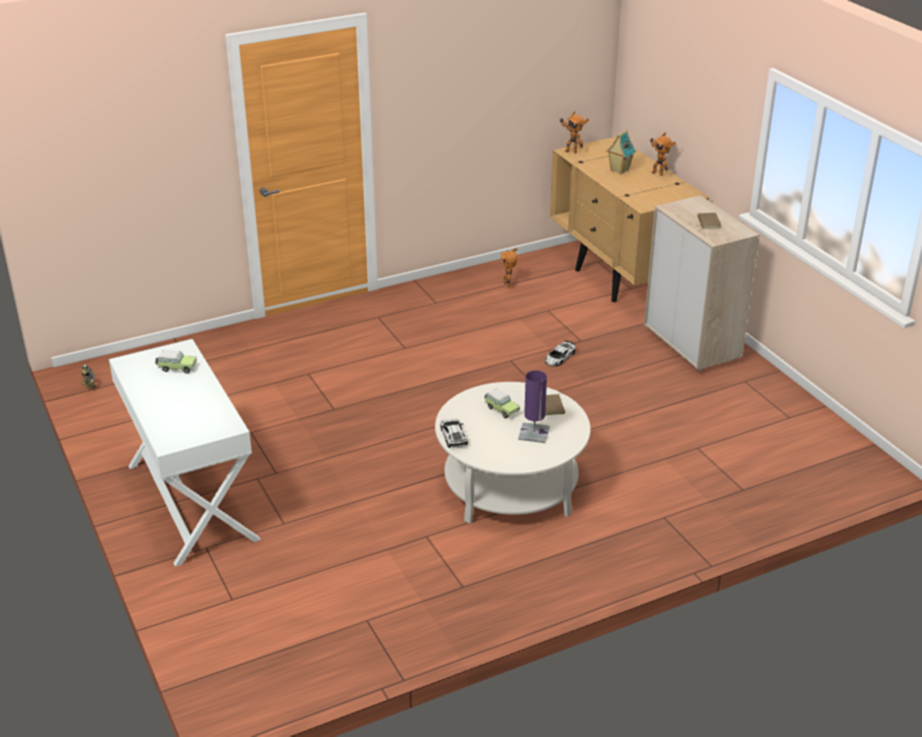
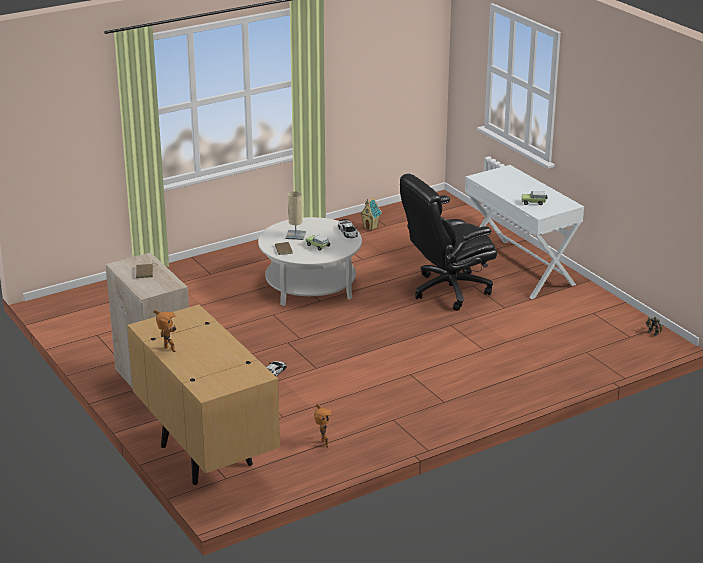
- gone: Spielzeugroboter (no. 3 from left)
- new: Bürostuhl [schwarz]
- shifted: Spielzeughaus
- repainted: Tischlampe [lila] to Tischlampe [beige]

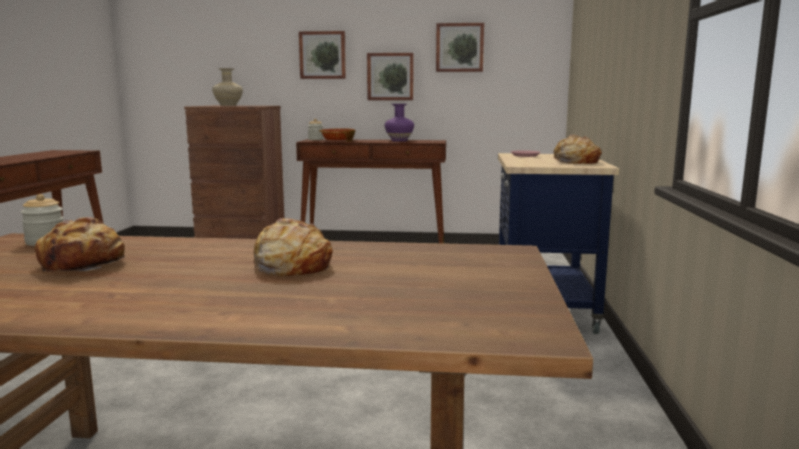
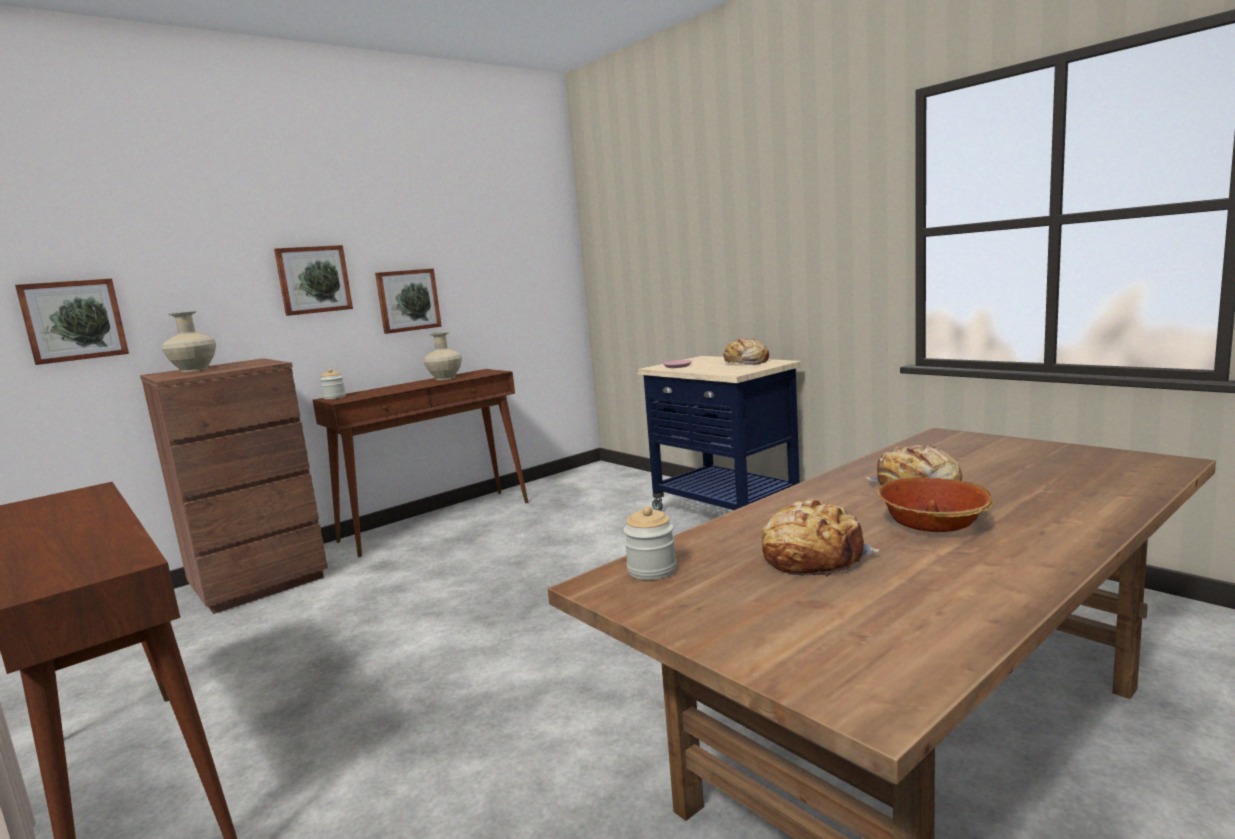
- shifted: Schüssel
- shifted: Bild (no. 3 from left in the first image) to Bild (no. 1 from left)
- repainted: Vase [lila] to Vase [beige] (no. 2 from left)

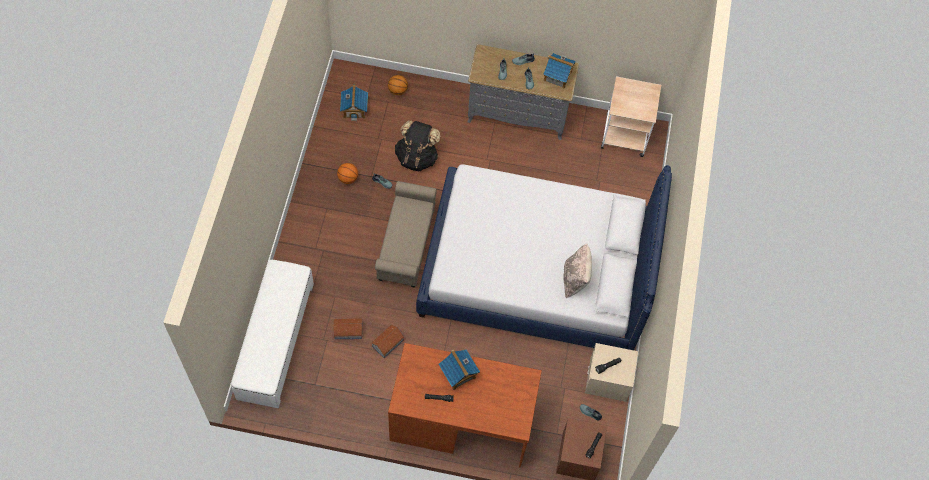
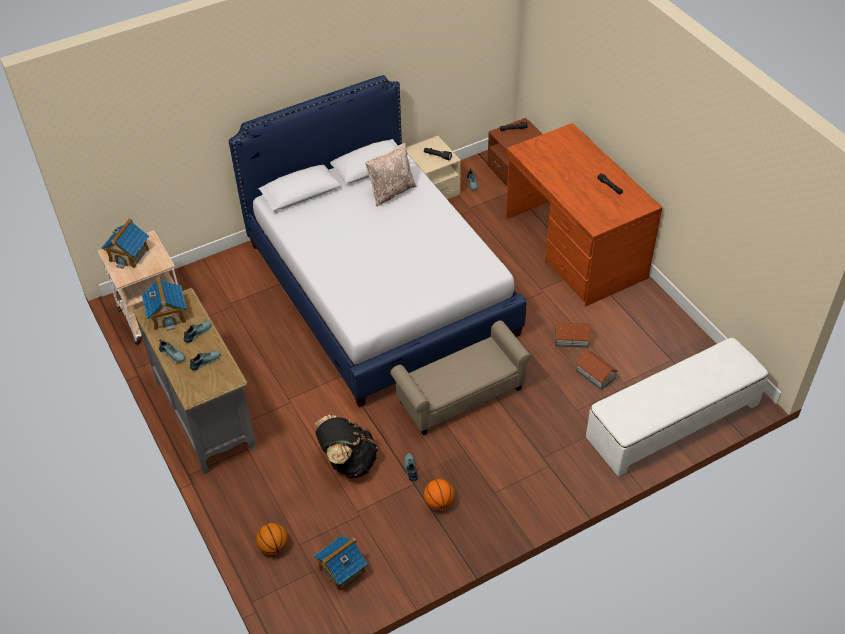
- shifted: Spielzeughaus (no. 4 from left in the first image) to Spielzeughaus (no. 1 from left)

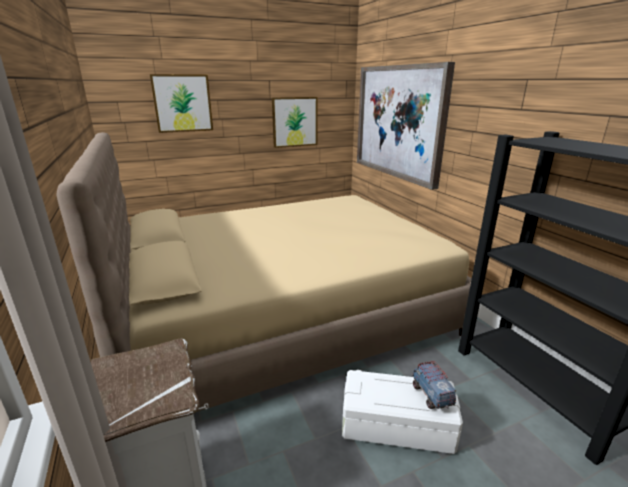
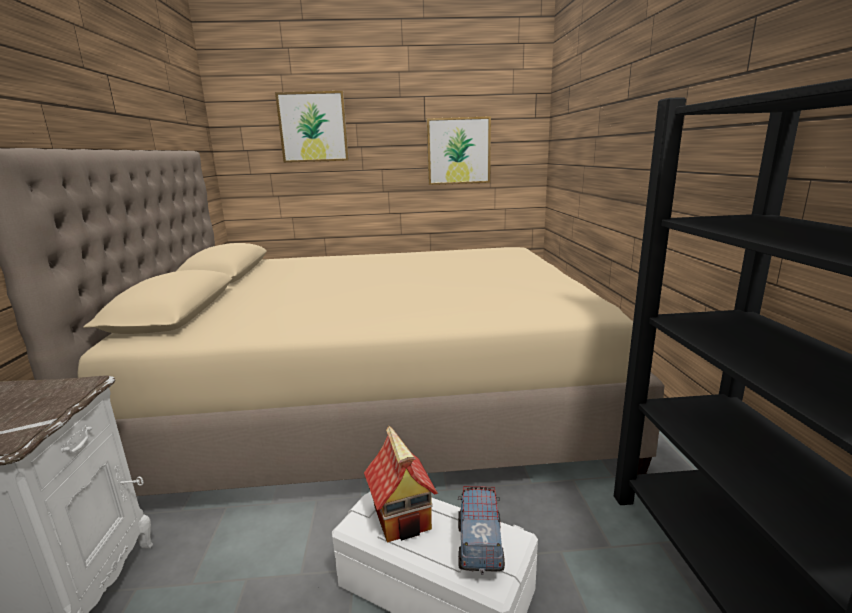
- gone: Bild (no. 3 from left)
- new: Spielzeughaus

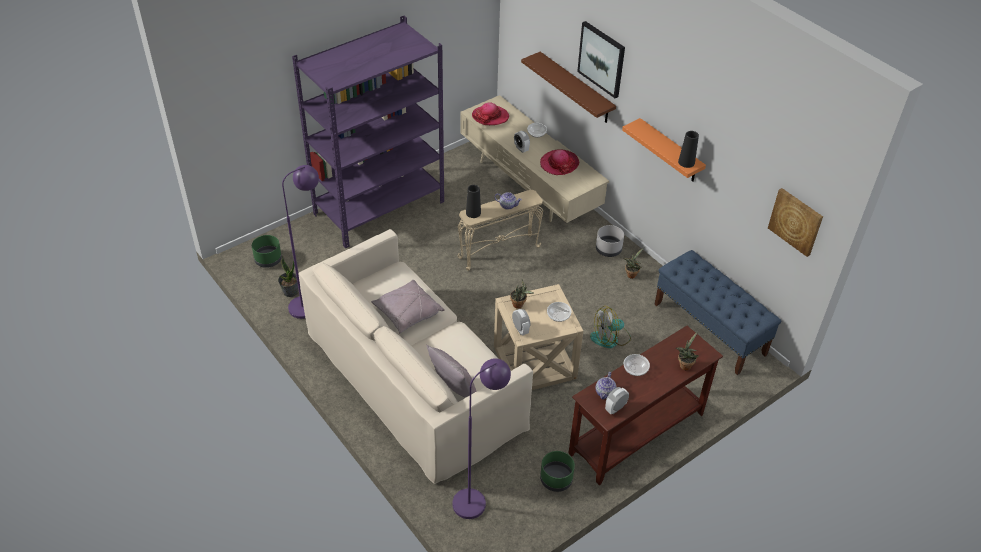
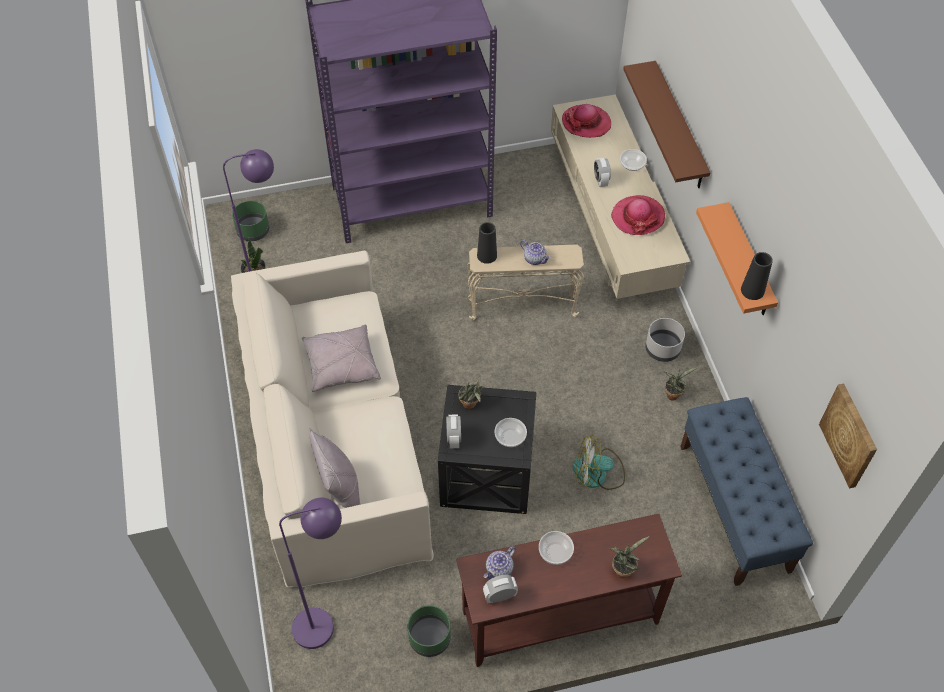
- gone: Bild (no. 1 from left)
- repainted: Beistelltisch [beige] (no. 2 from left) to Beistelltisch [schwarz]

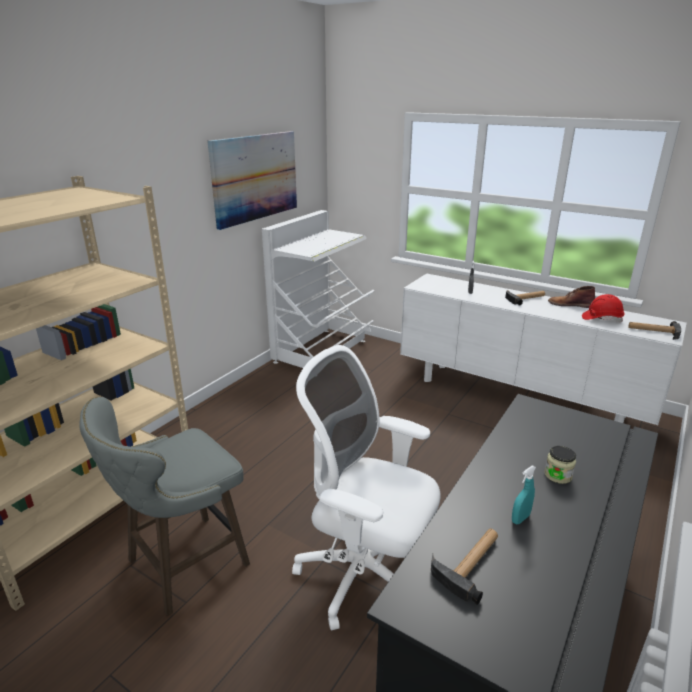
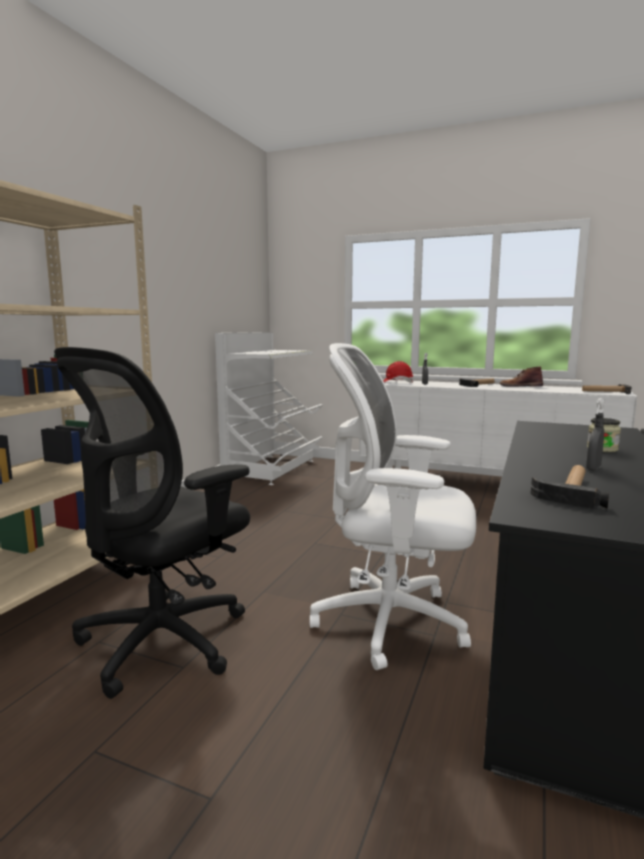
- gone: Bild
- shifted: Schutzhelm [rot]
- swapped: Hocker [grau] to Bürostuhl [schwarz]
- repainted: Sprühflasche [türkis] to Sprühflasche [grau] (no. 2 from left)

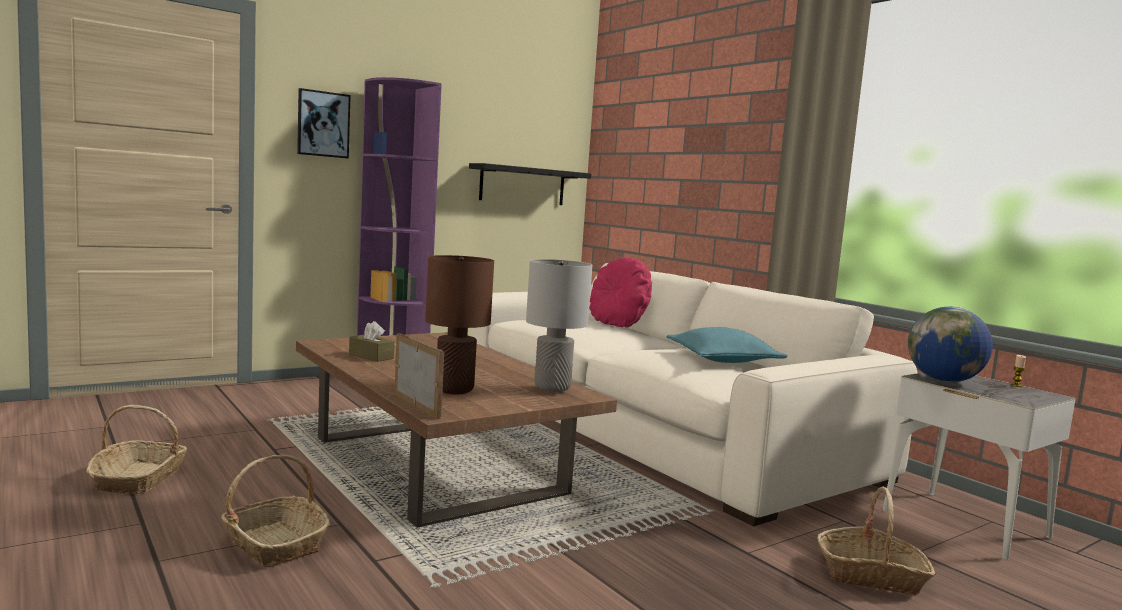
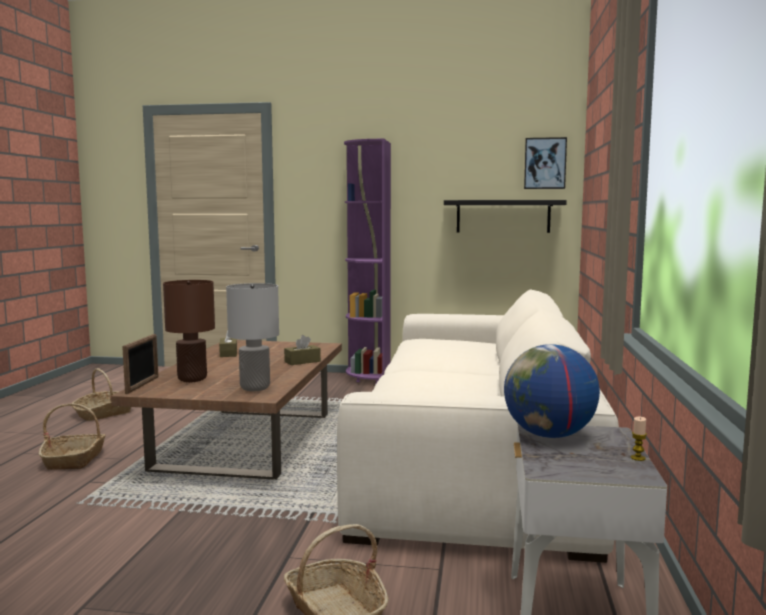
- gone: Kissen [rosa]
- gone: Kissen [türkis]
- new: Taschentuchbox [braun] (no. 2 from left)
- shifted: Bild

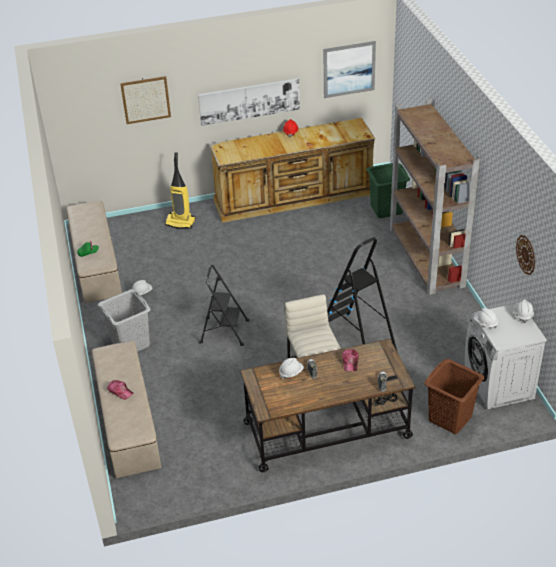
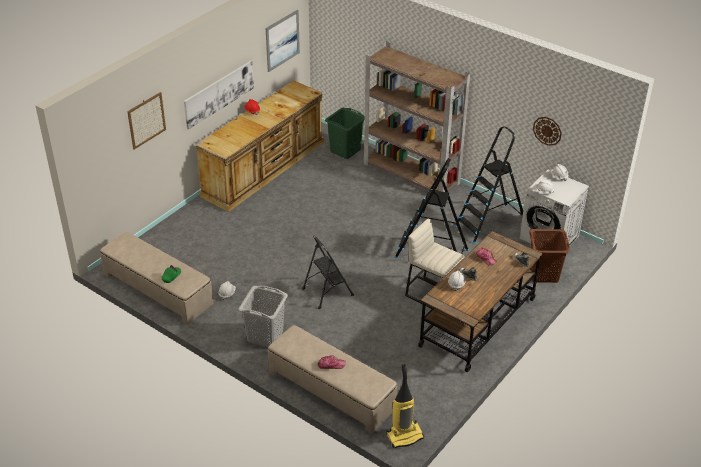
- new: Trittleiter [schwarz] (no. 3 from left)
- shifted: Staubsauger

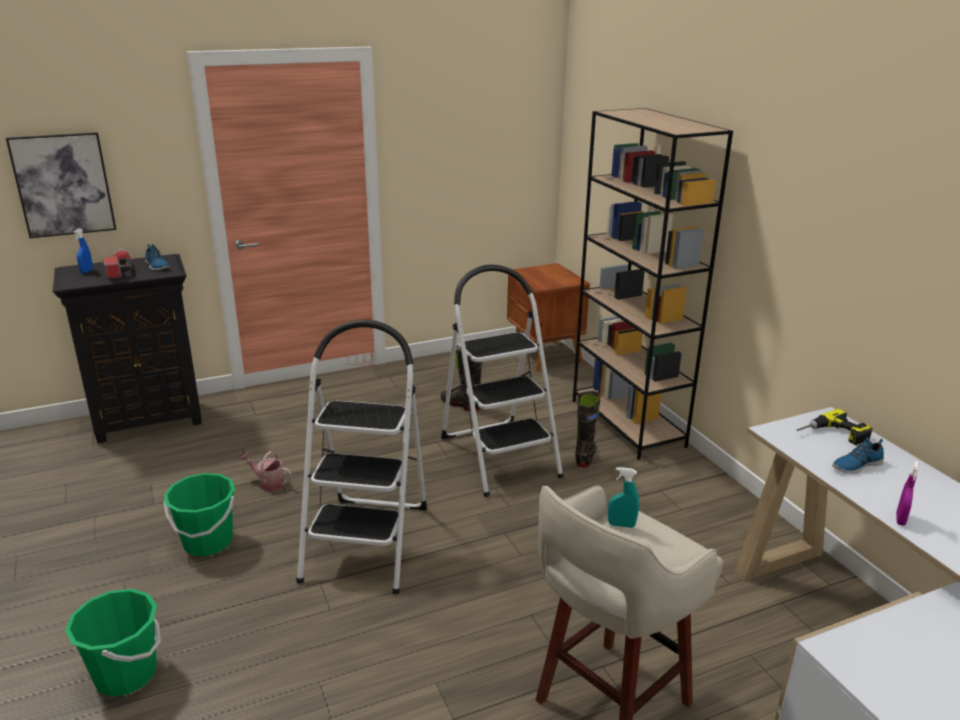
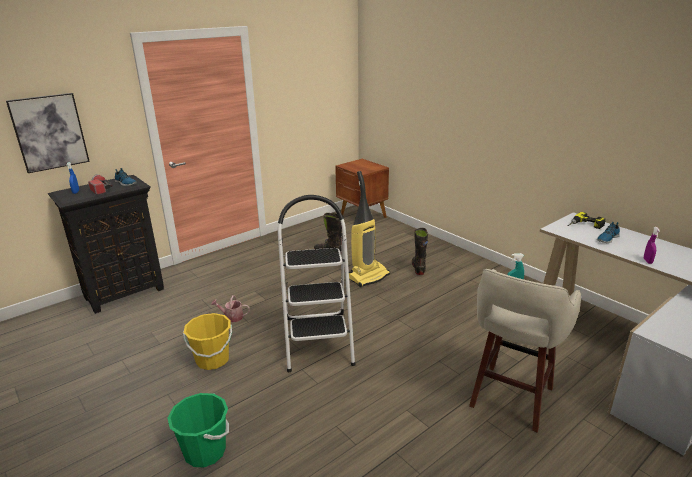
- gone: Bücherregal [beige]
- swapped: Trittleiter (no. 2 from left) to Staubsauger
- repainted: Eimer [grün] (no. 2 from left) to Eimer [gelb]

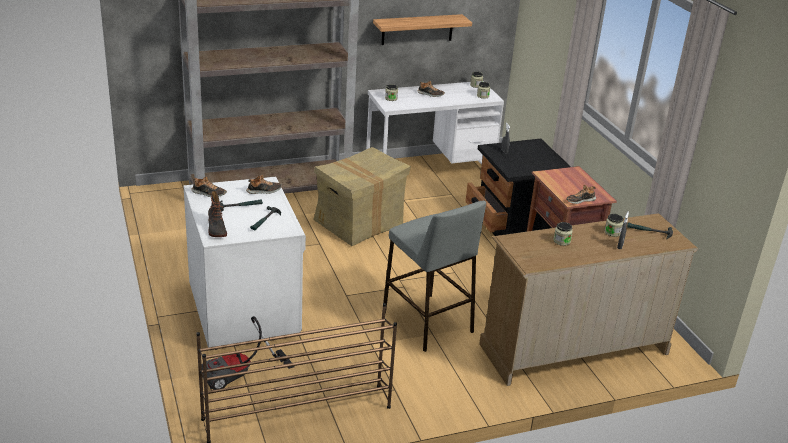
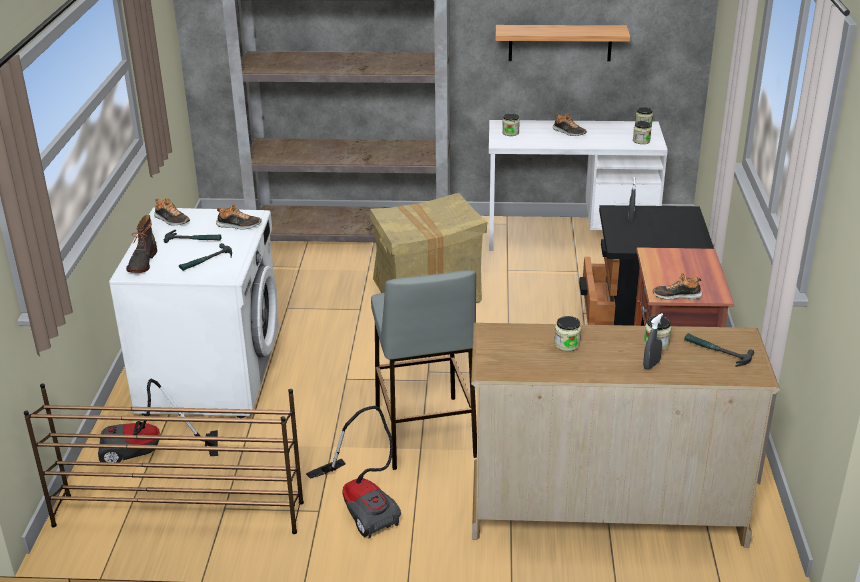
- new: Staubsauger (no. 2 from left)

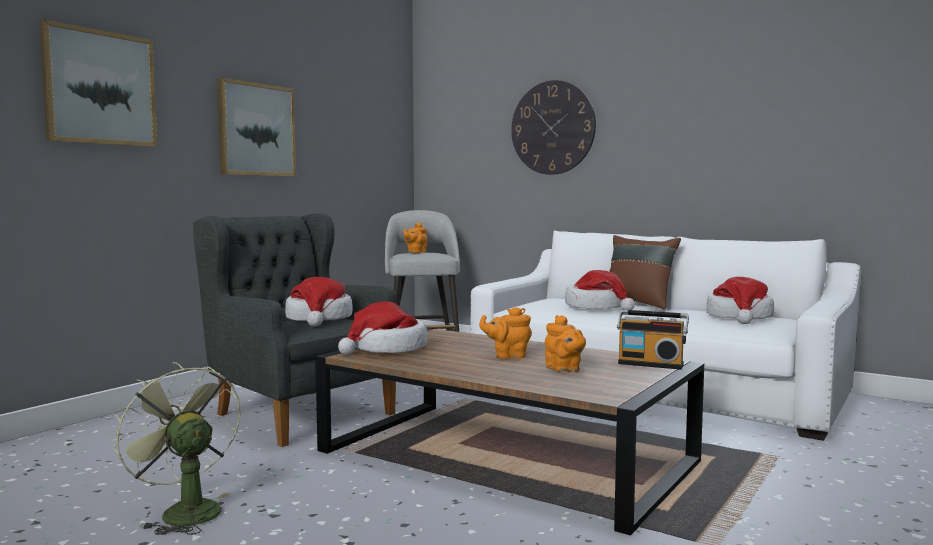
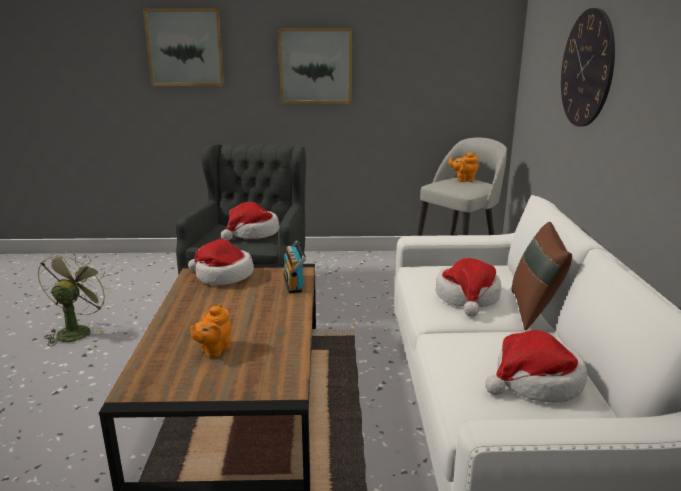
- gone: Teekanne [orange] (no. 2 from left)
- shifted: Radio

